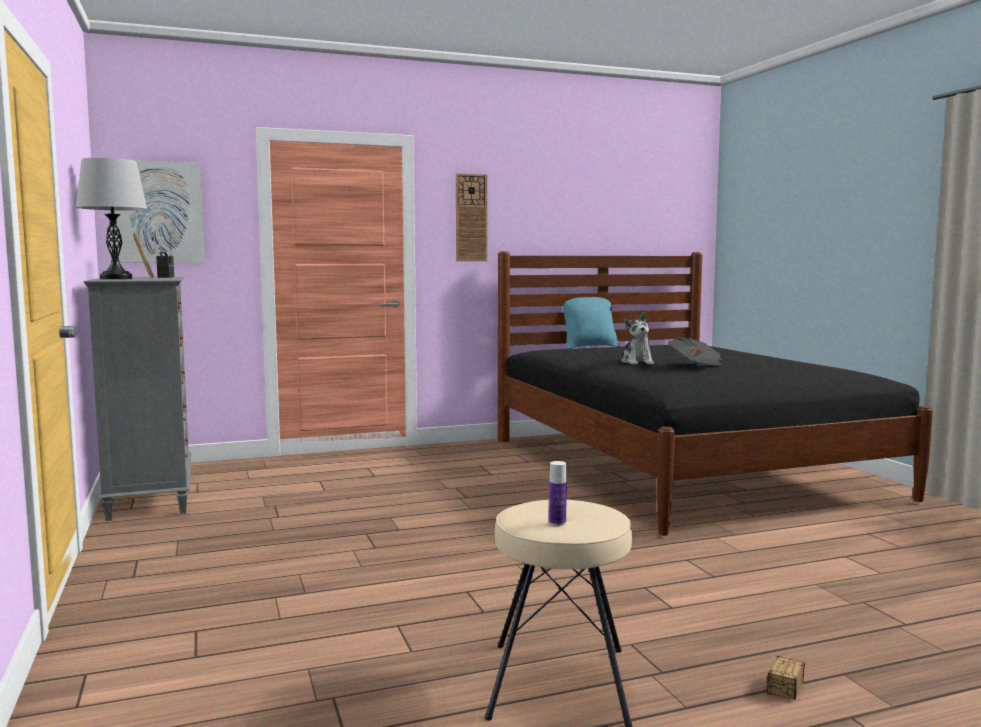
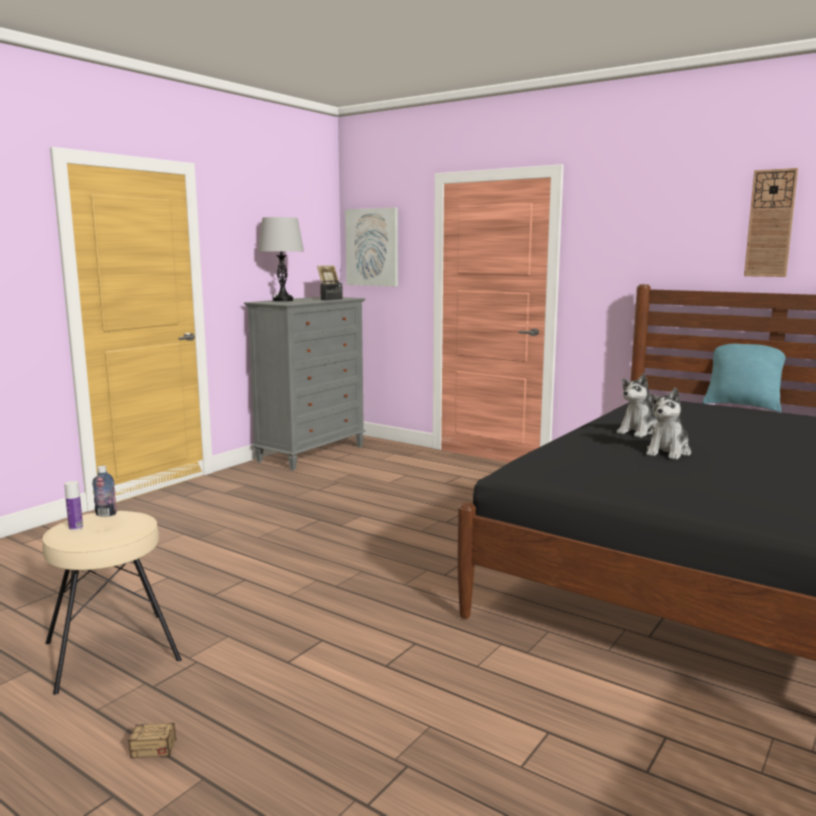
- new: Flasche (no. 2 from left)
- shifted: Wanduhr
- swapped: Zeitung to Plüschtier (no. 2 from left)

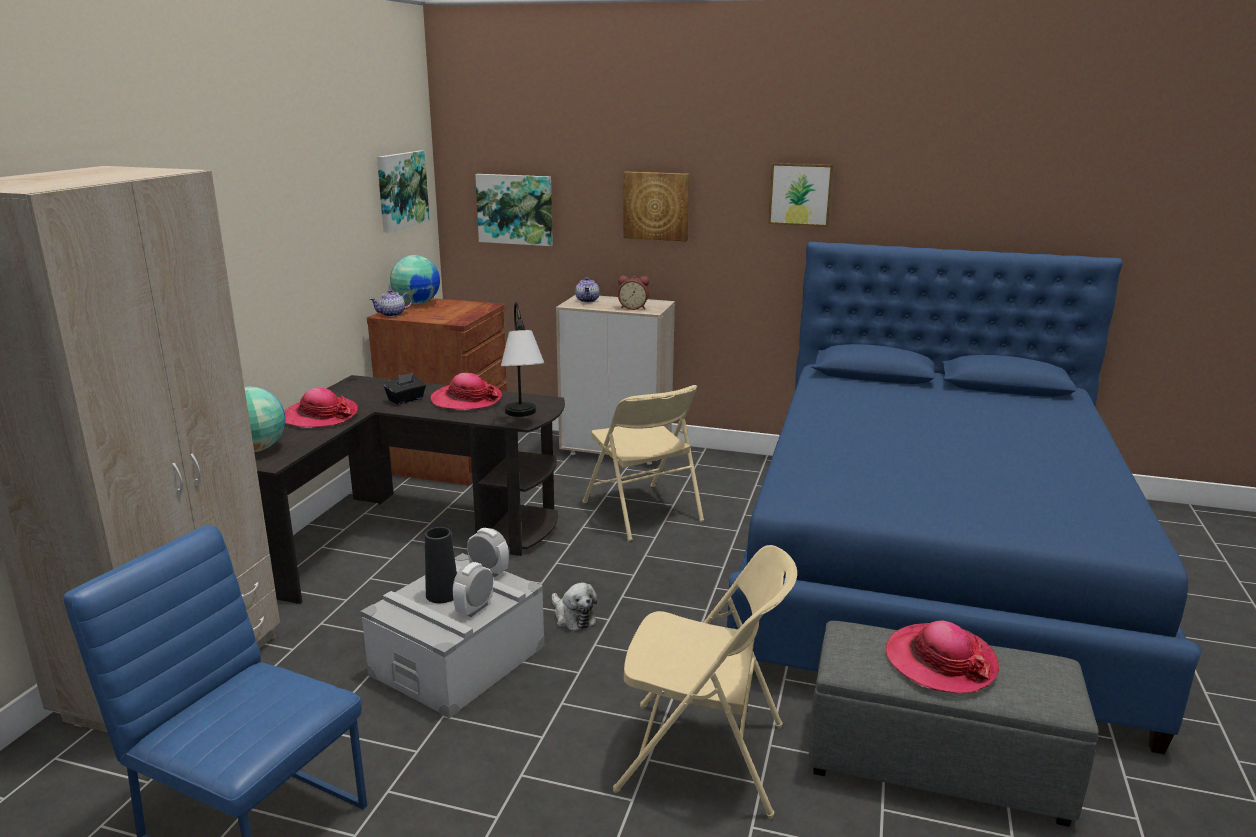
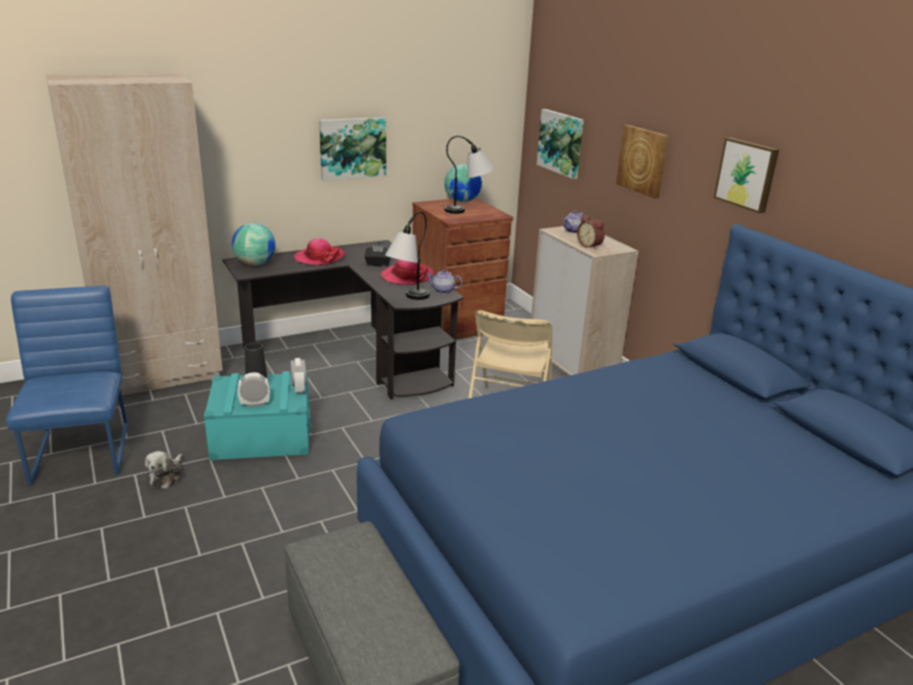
- gone: Stuhl [beige] (no. 2 from left)
- gone: Hut (no. 3 from left)
- new: Tischlampe (no. 2 from left)
- shifted: Teekanne (no. 1 from left)
- shifted: Bild (no. 1 from left)
- shifted: Plüschtier
- repainted: Aufbewahrungsbox [grau] to Aufbewahrungsbox [türkis]

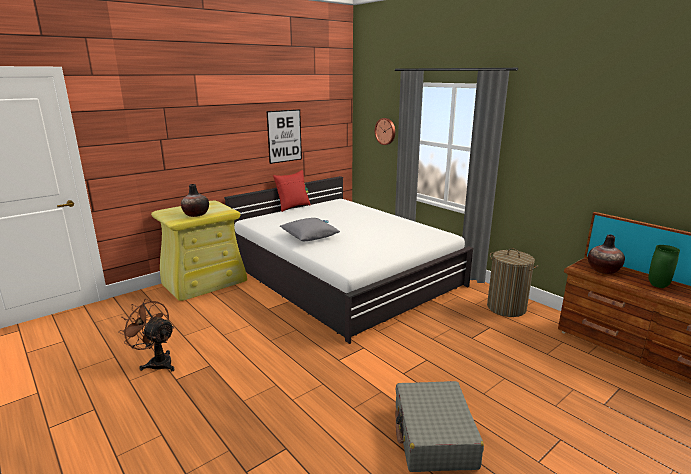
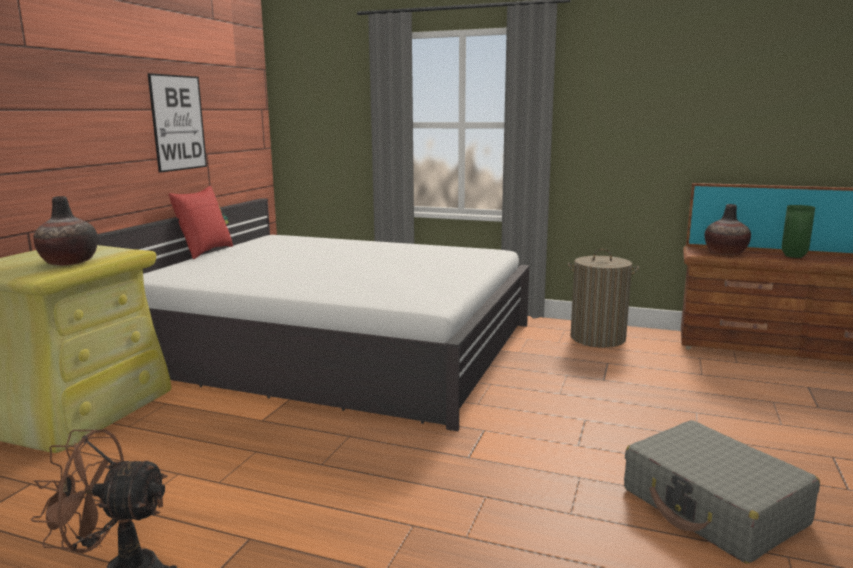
- gone: Kissen [grau]
- gone: Wanduhr

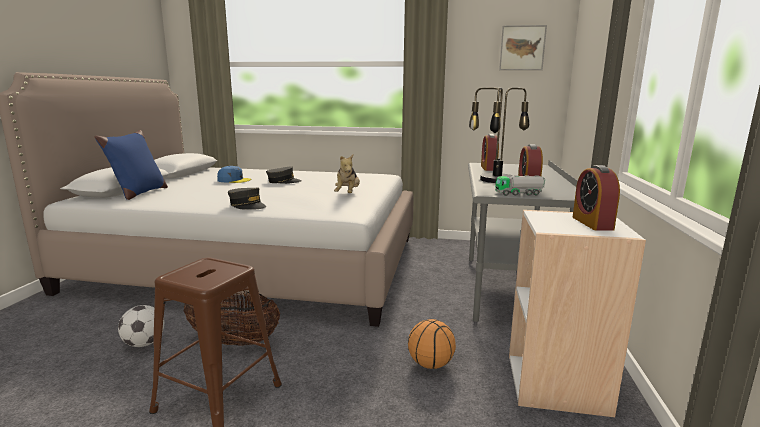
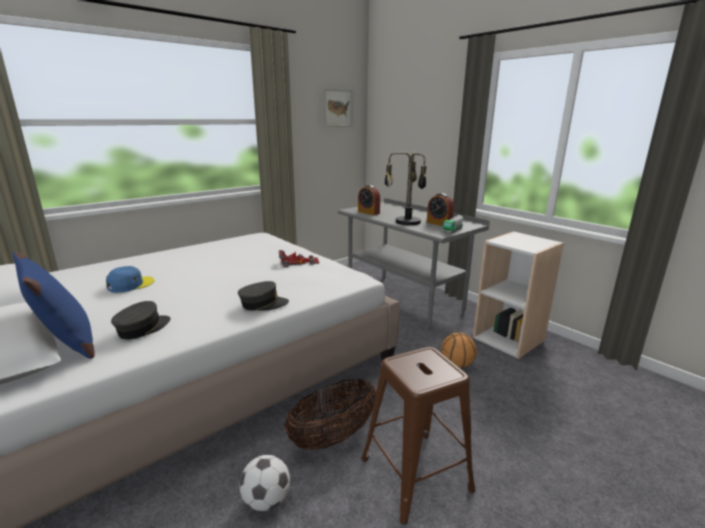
- gone: Wecker (no. 3 from left)
- shifted: Kappe [grau] (no. 2 from left in the first image) to Kappe [grau] (no. 1 from left)
- swapped: Plüschtier to Spielzeugauto

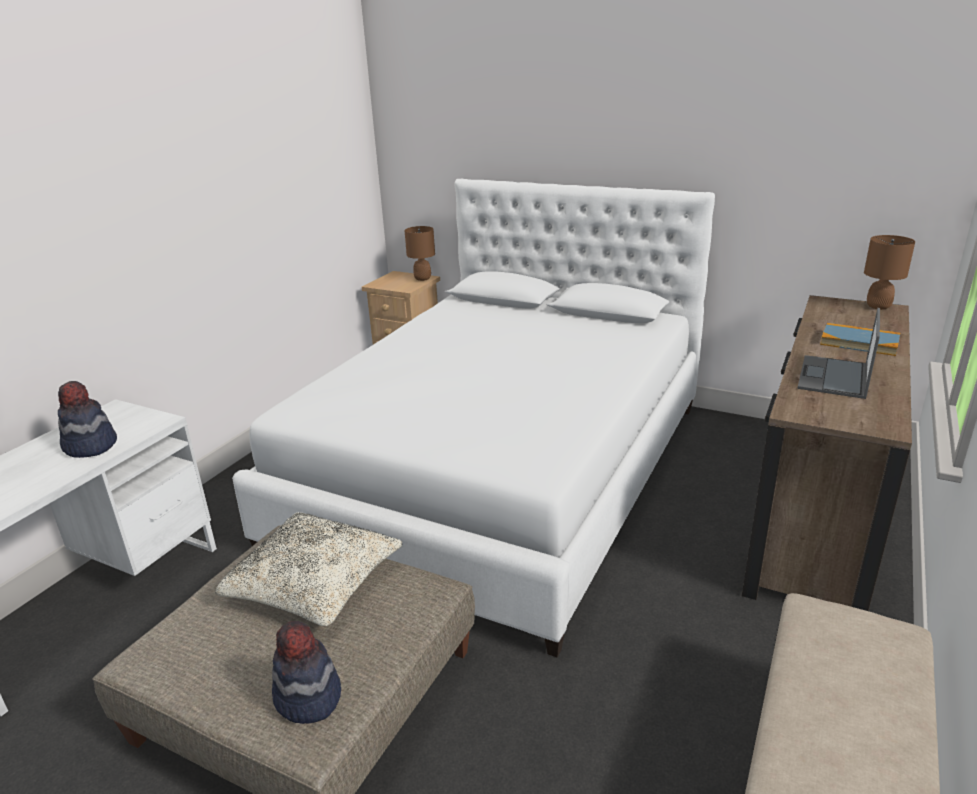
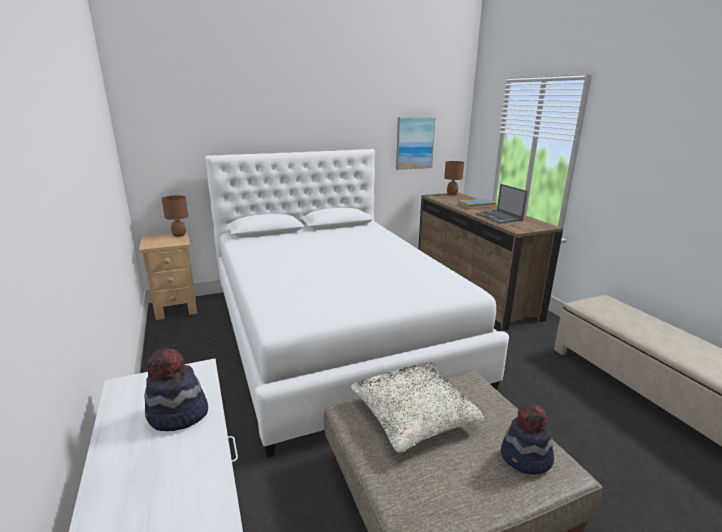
- new: Bild

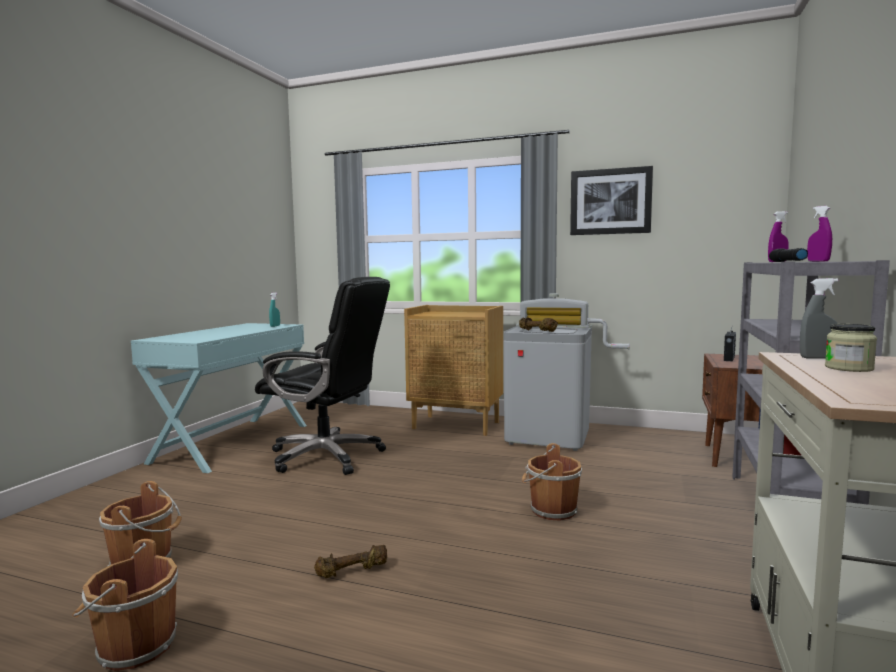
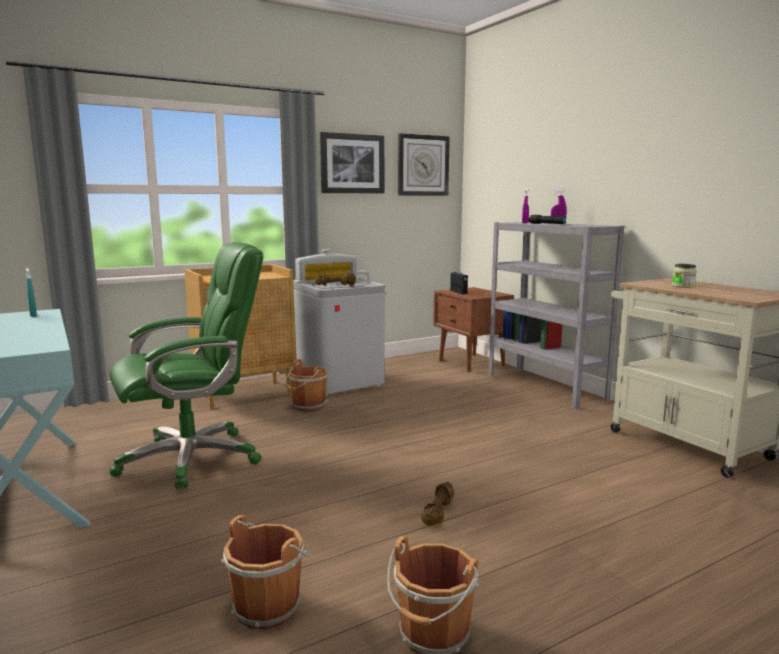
- gone: Sprühflasche [grau]
- new: Wanduhr
- shifted: Eimer [braun] (no. 3 from left in the first image) to Eimer [braun] (no. 2 from left)
- repainted: Bürostuhl [schwarz] to Bürostuhl [grün]

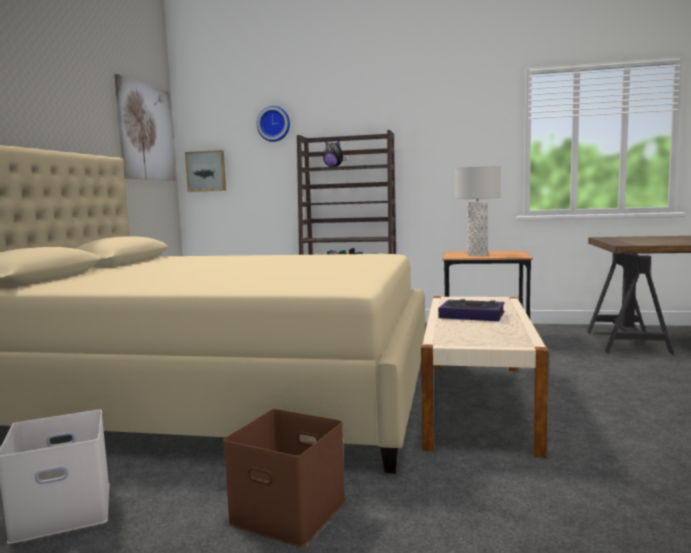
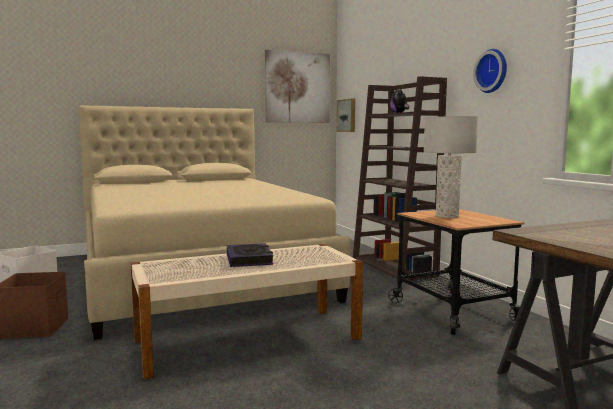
- shifted: Wanduhr

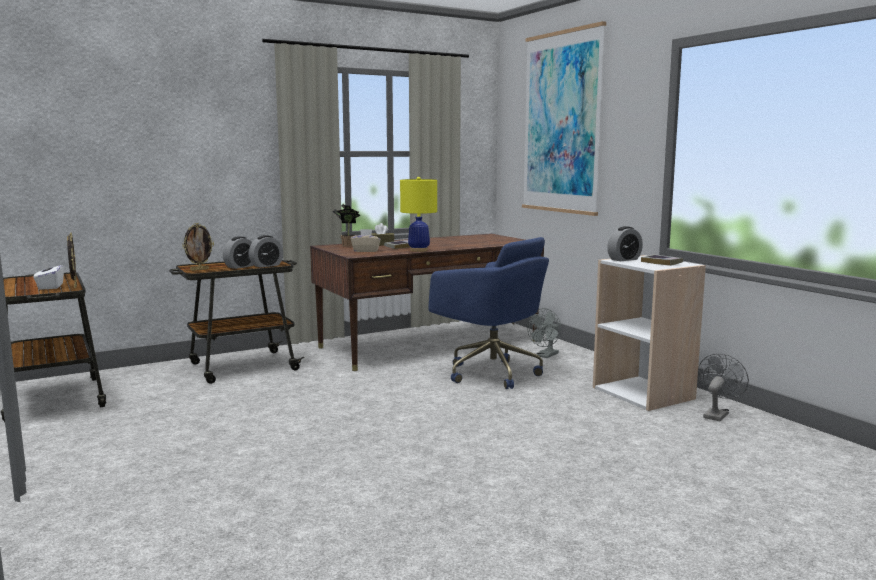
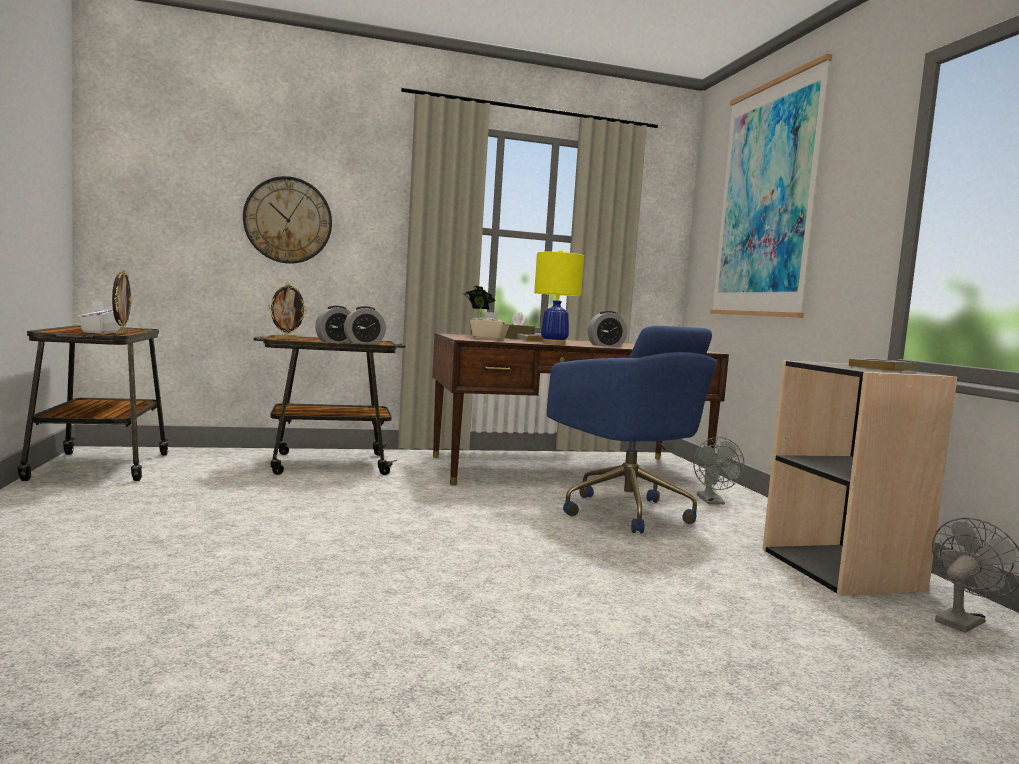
- new: Wanduhr
- shifted: Wecker (no. 3 from left)
- repainted: Bücherregal [weiß] to Bücherregal [schwarz]
- rotated: Ventilator [grau] (no. 1 from left) 60 degrees counterclockwise

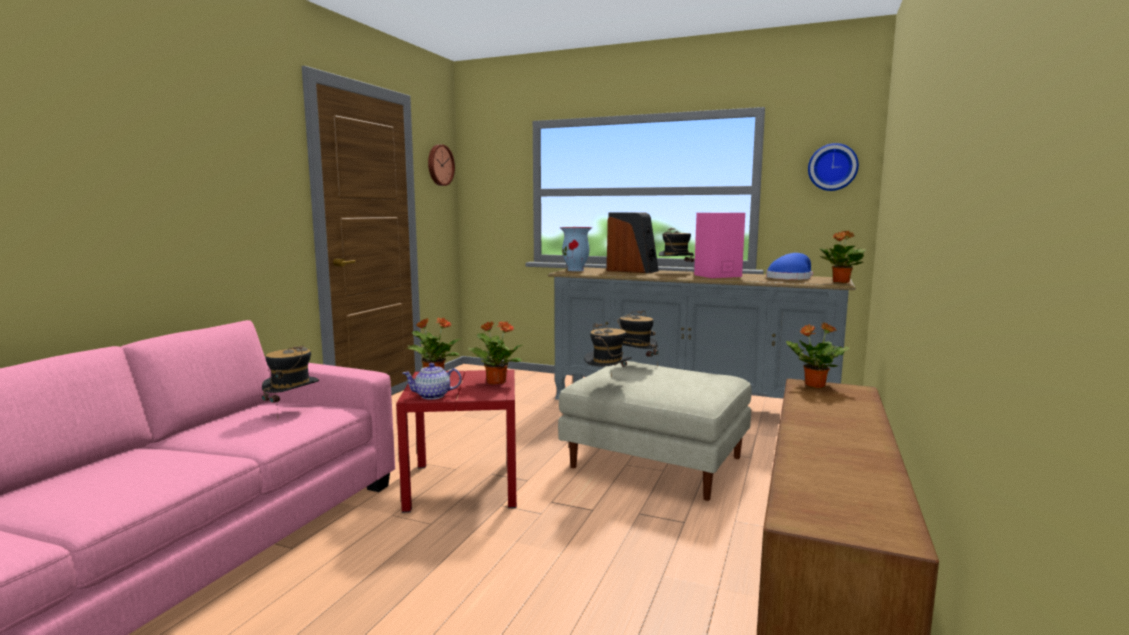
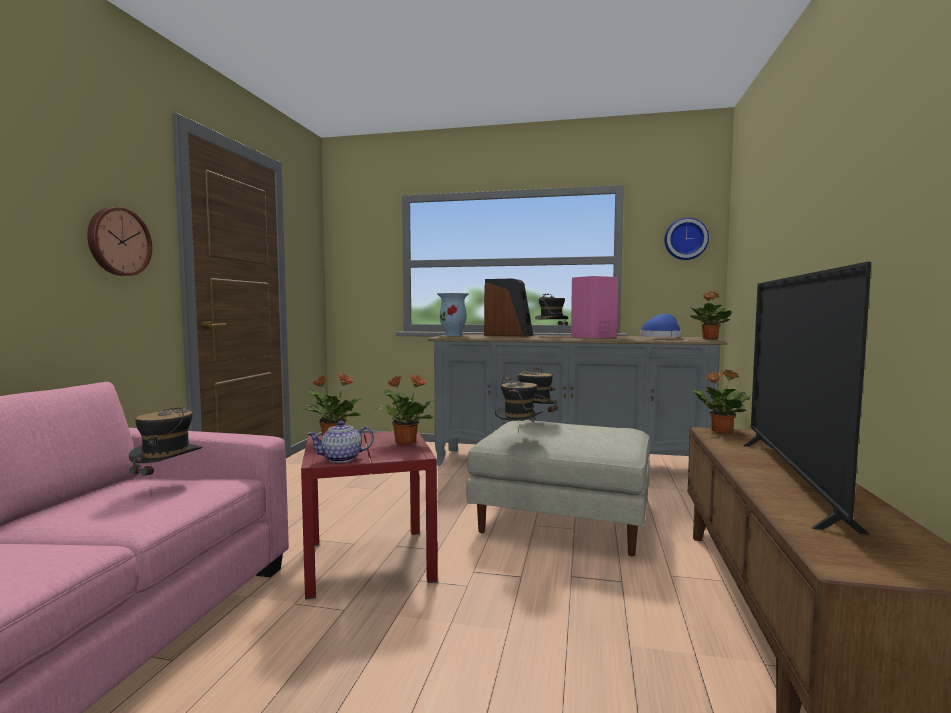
- new: Fernseher
- shifted: Wanduhr (no. 1 from left)

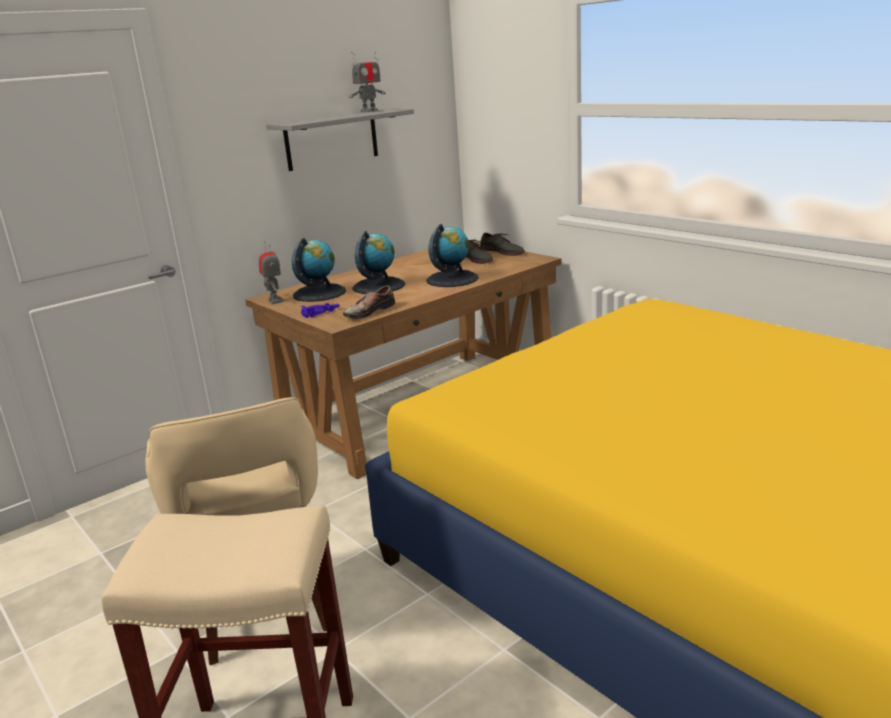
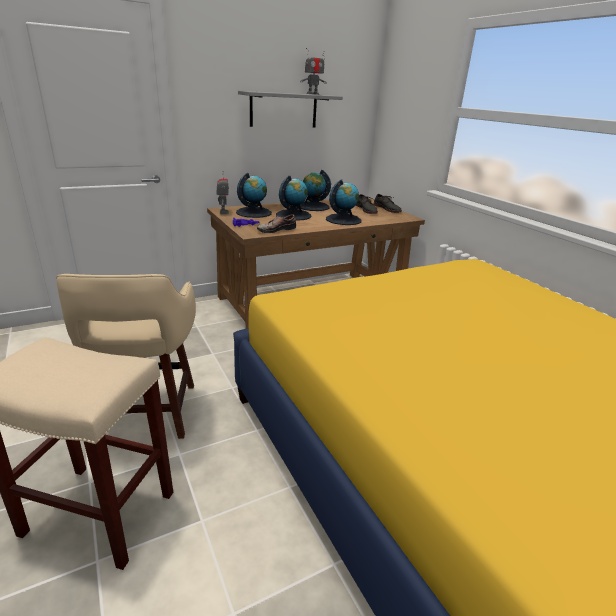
- new: Globus (no. 3 from left)

